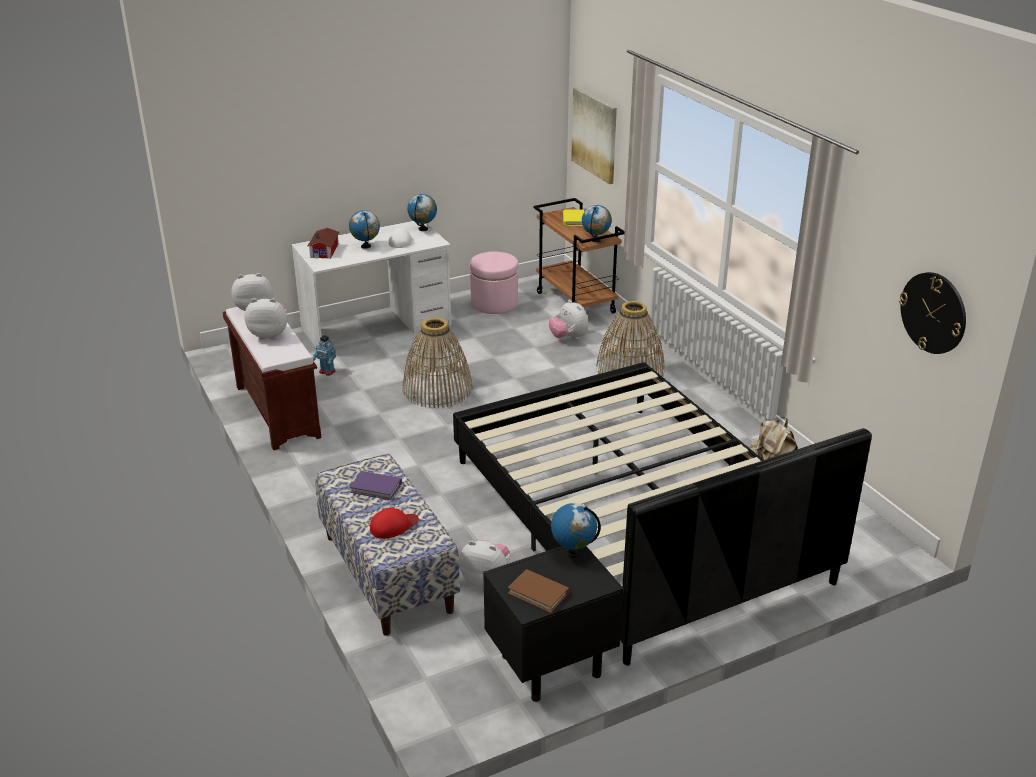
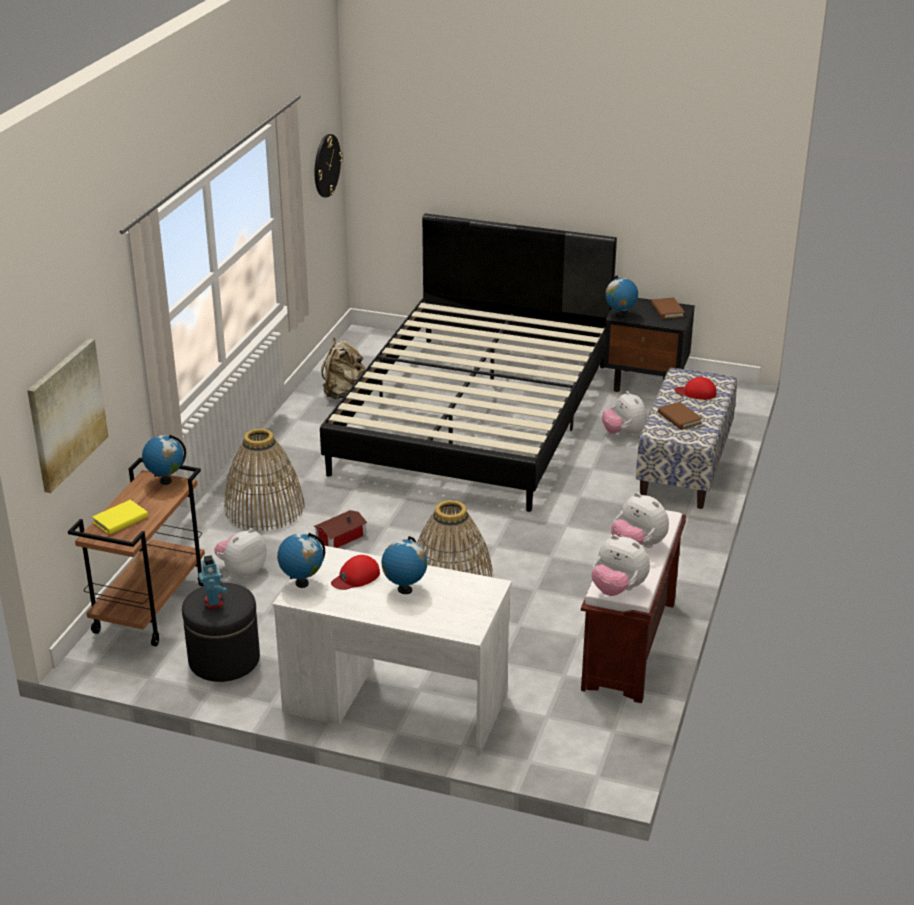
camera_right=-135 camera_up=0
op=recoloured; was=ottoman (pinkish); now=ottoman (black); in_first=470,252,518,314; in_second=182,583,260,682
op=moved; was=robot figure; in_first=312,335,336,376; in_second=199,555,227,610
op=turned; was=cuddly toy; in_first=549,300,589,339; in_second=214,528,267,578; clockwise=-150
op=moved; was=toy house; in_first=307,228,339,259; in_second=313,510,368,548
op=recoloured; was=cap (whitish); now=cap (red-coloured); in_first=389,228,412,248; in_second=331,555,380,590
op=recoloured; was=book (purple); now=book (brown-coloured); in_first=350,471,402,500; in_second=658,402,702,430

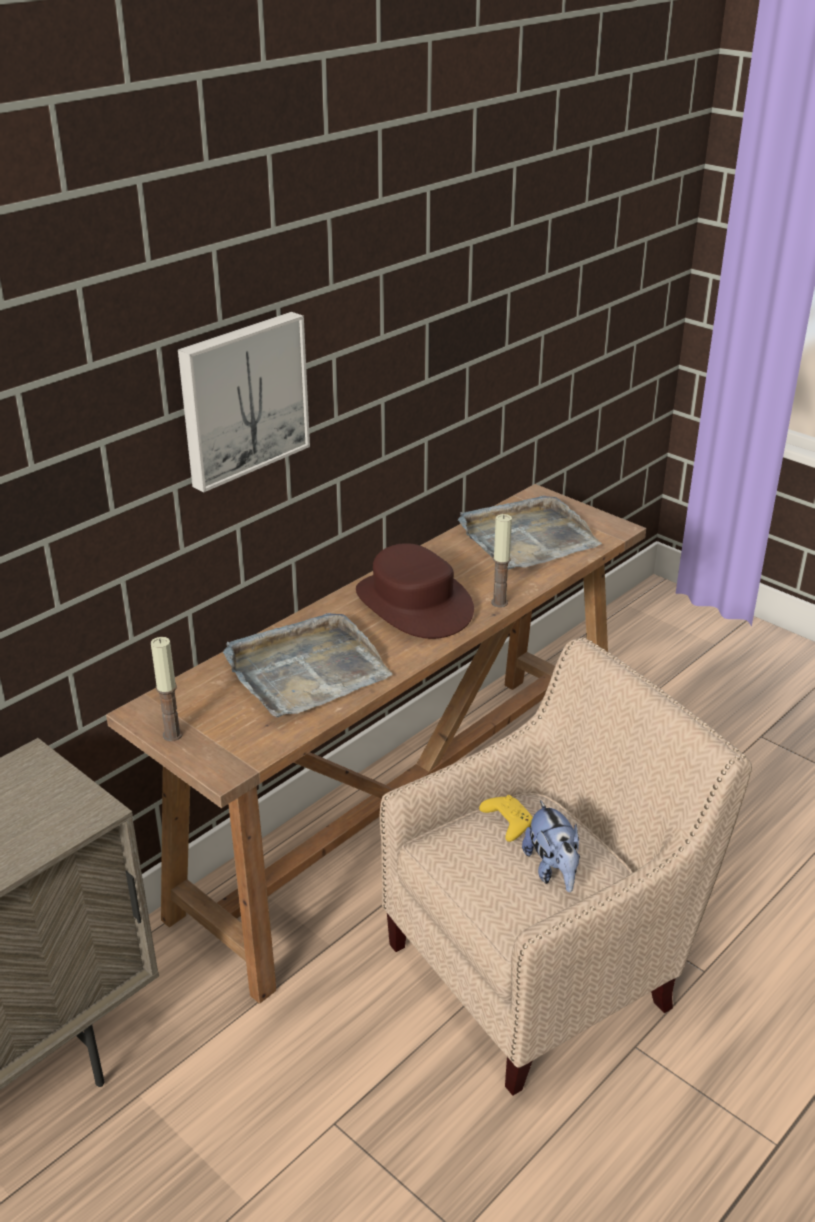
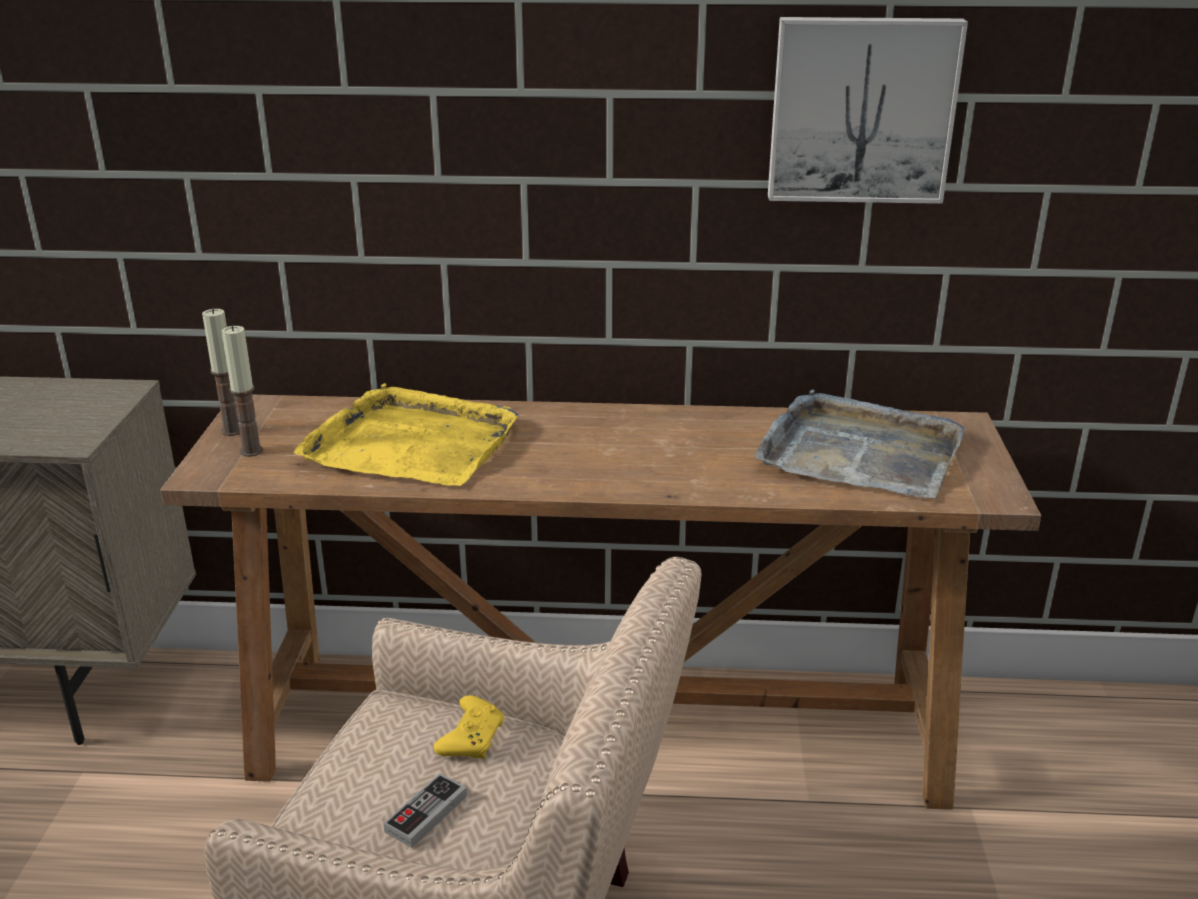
camera_right=50 camera_up=-5
op=moved; was=wax candle; in_first=491,514,512,608; in_second=221,325,263,457
op=recoloured; was=tray (greyish); now=tray (yellow-coloured); in_first=223,613,393,718; in_second=294,383,519,486
op=replaced; was=cuddly toy; now=game controller; in_first=522,800,580,892; in_second=384,773,467,848
op=moved; was=wall picture; in_first=178,312,310,492; in_second=768,17,968,204
op=removed; was=wearable hat (brown-coloured); in_first=356,543,474,639

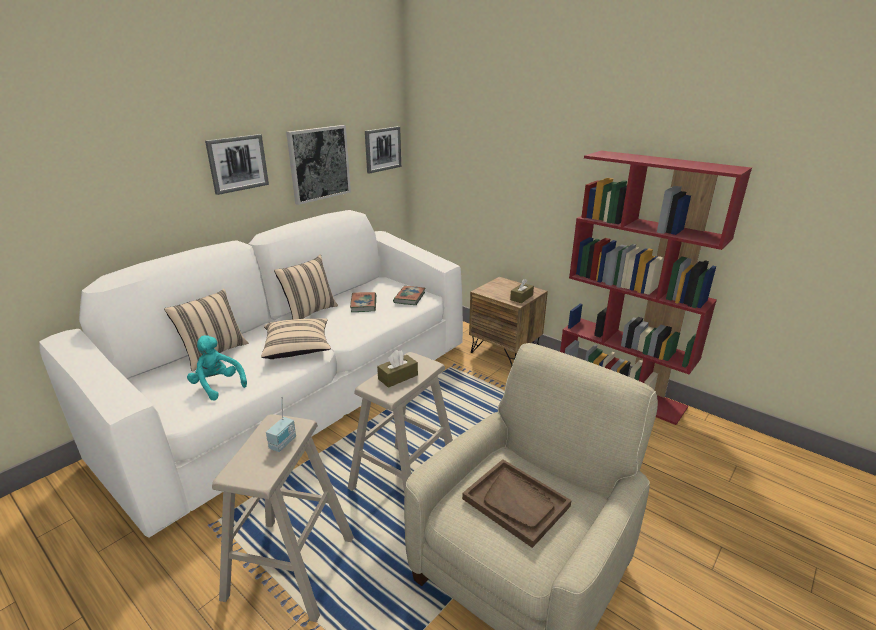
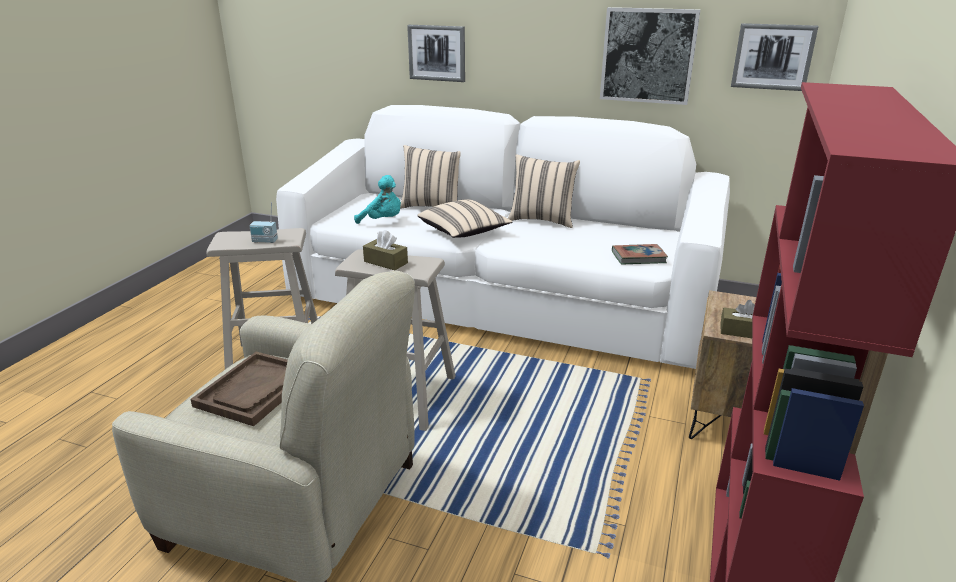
camera_right=70 camera_up=0
op=turned; was=cuddly toy (turquoise); in_first=187,335,247,401; in_second=354,175,401,224; clockwise=90
op=moved; was=wall picture; in_first=205,134,269,195; in_second=407,25,465,82
op=removed; was=book; in_first=350,292,376,312

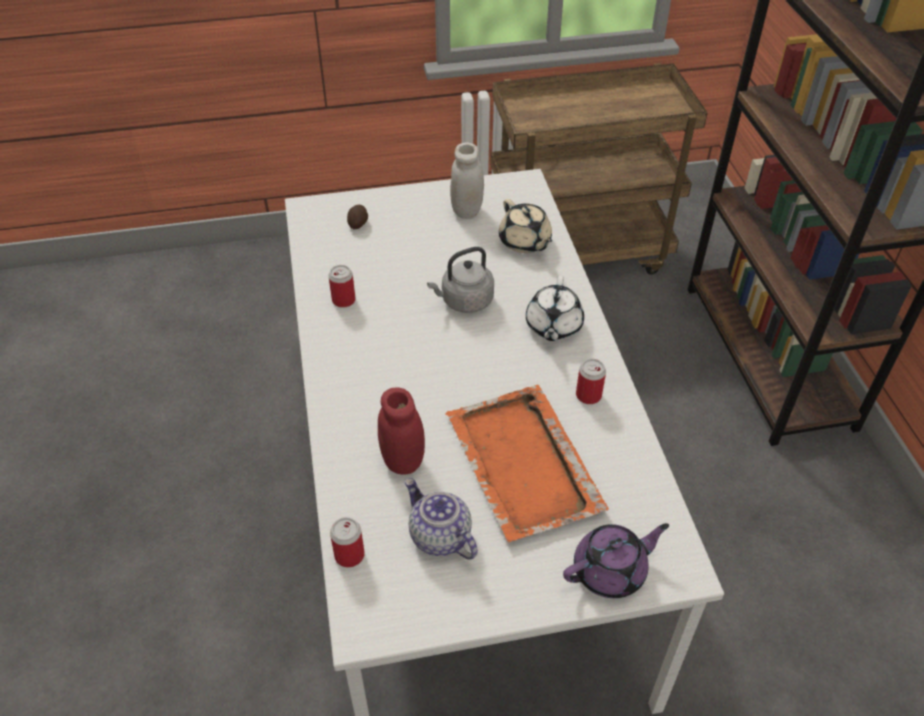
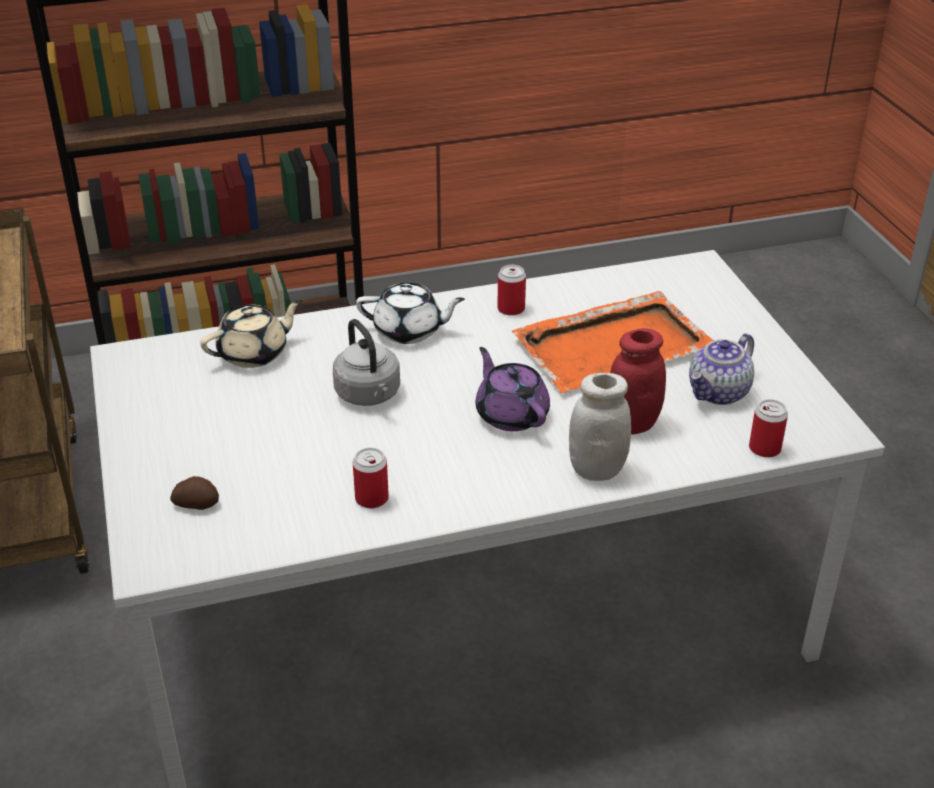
camera_right=-95 camera_up=-10
op=moved; was=teapot (purple); in_first=563,523,669,598; in_second=475,347,550,431
op=moved; was=storage jar (whitish); in_first=450,142,484,219; in_second=569,373,631,481

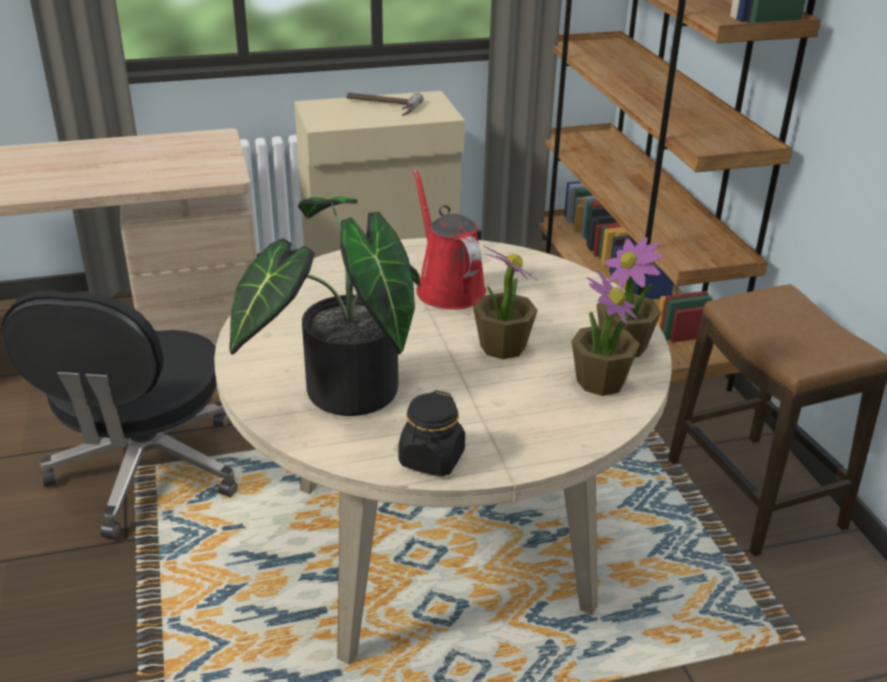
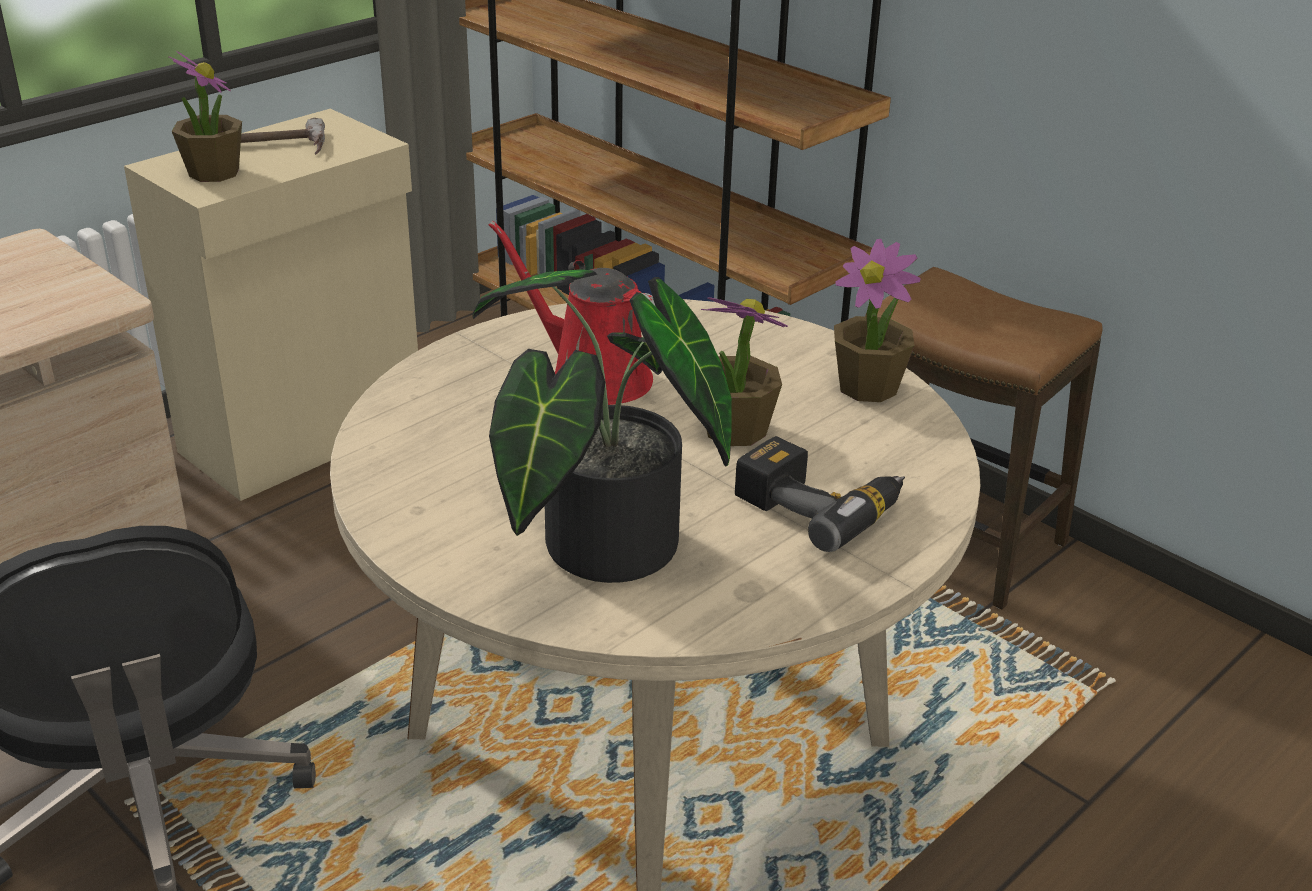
camera_right=-30 camera_up=0
op=moved; was=potted plant; in_first=572,270,640,396; in_second=168,51,242,182
op=added; now=electric drill; in_second=735,436,905,552
op=removed; was=storage jar (black); in_first=399,390,465,476

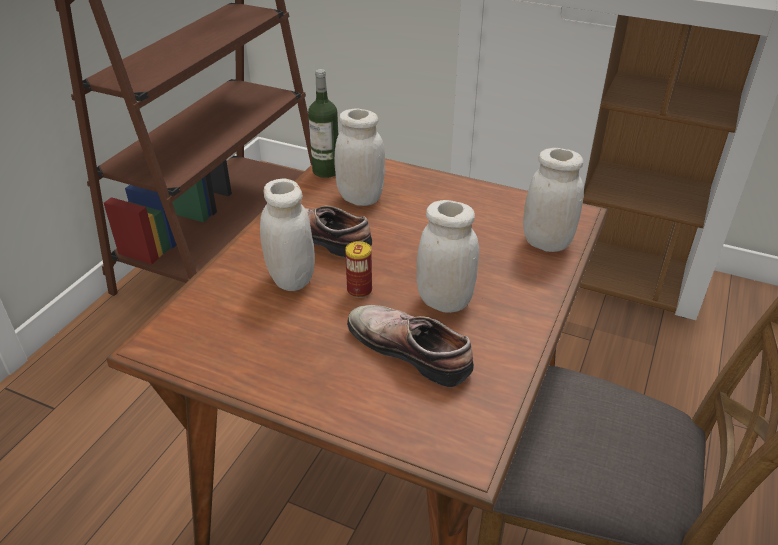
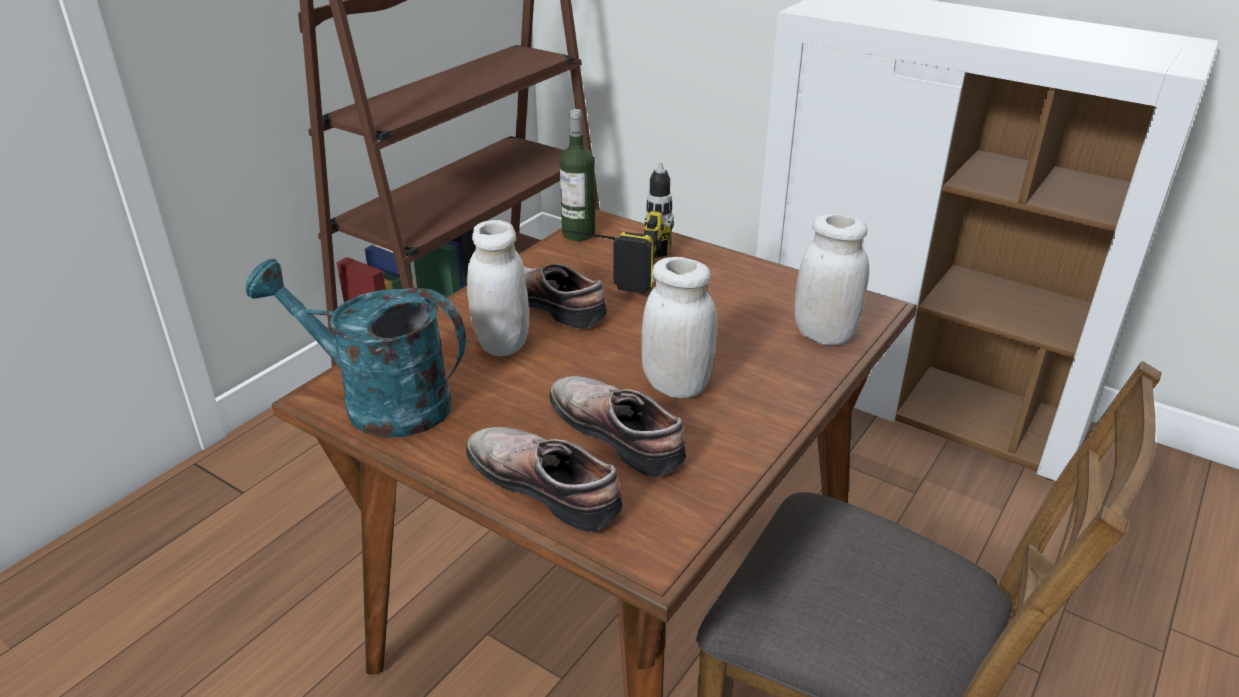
camera_right=10 camera_up=-5
op=added; now=watering pot (turquoise); in_second=246,259,466,438
op=added; now=item of footwear; in_second=466,427,623,532
op=replaced; was=storage jar (whitish); now=electric drill; in_first=335,109,385,206; in_second=557,162,674,294
op=removed; was=metal can; in_first=345,241,372,298

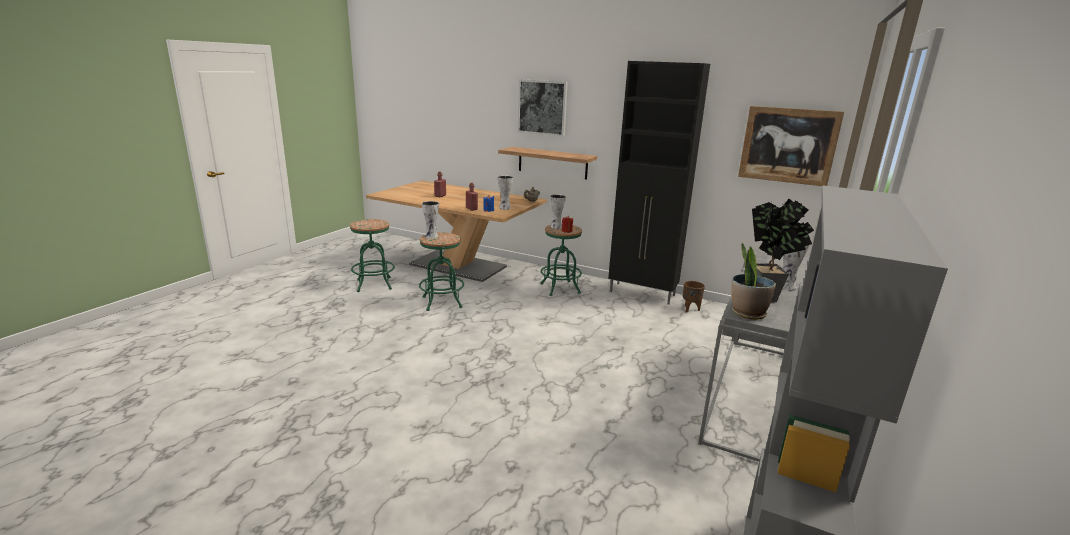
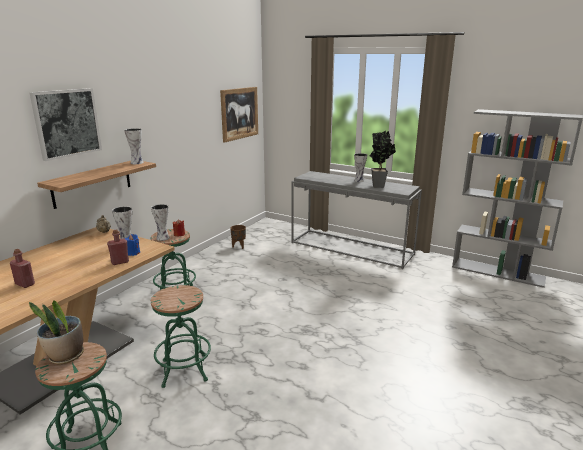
camera_right=-85 camera_up=0
op=moved; was=potted plant; in_first=731,243,776,320; in_second=29,300,84,364
op=moved; was=decorative vase; in_first=422,201,439,239; in_second=124,128,144,164
op=removed; was=cupboard (black); in_first=608,61,710,305

